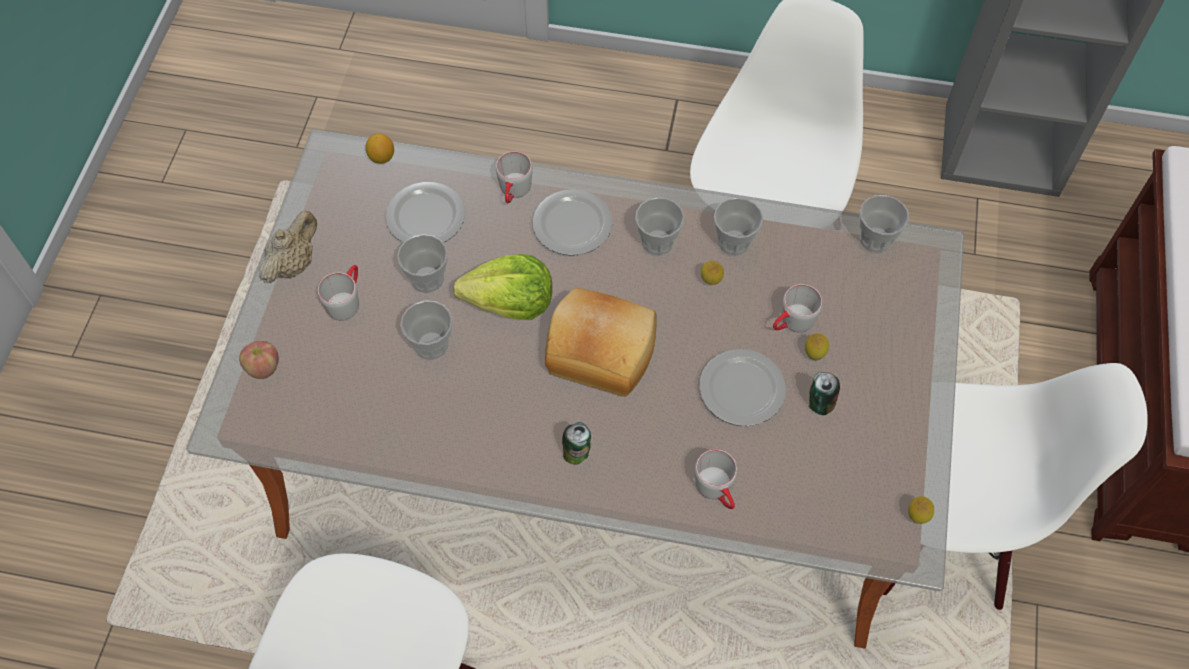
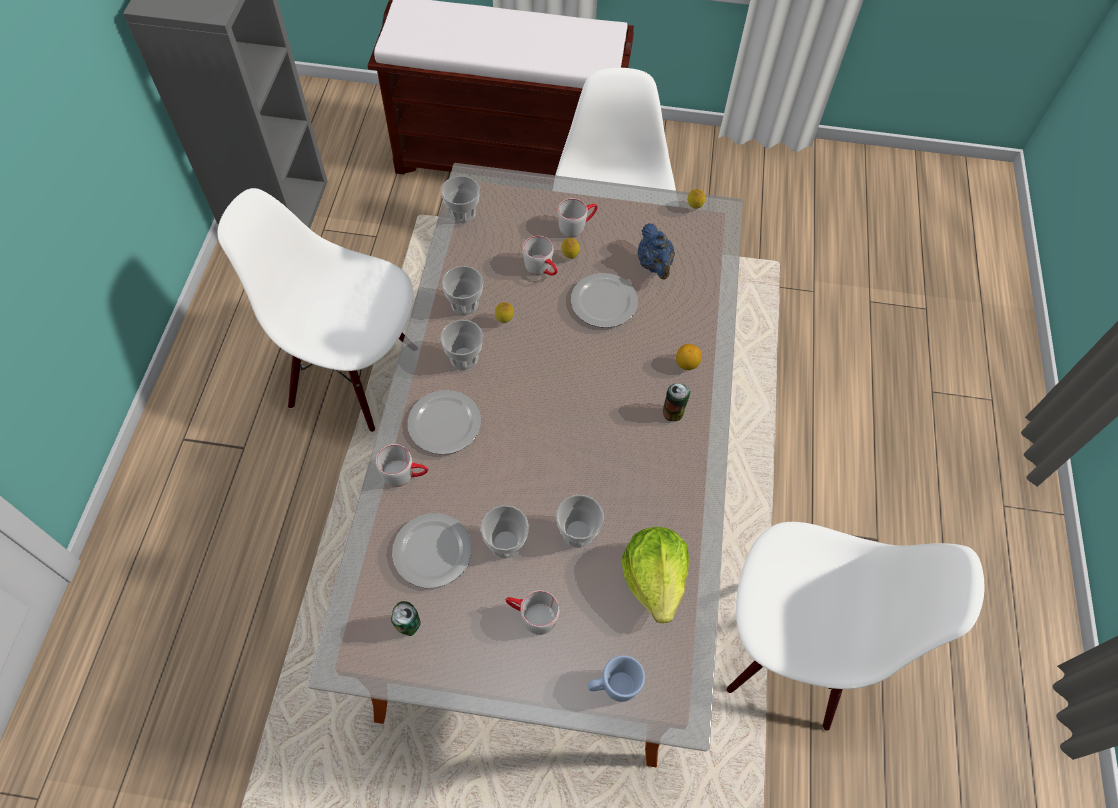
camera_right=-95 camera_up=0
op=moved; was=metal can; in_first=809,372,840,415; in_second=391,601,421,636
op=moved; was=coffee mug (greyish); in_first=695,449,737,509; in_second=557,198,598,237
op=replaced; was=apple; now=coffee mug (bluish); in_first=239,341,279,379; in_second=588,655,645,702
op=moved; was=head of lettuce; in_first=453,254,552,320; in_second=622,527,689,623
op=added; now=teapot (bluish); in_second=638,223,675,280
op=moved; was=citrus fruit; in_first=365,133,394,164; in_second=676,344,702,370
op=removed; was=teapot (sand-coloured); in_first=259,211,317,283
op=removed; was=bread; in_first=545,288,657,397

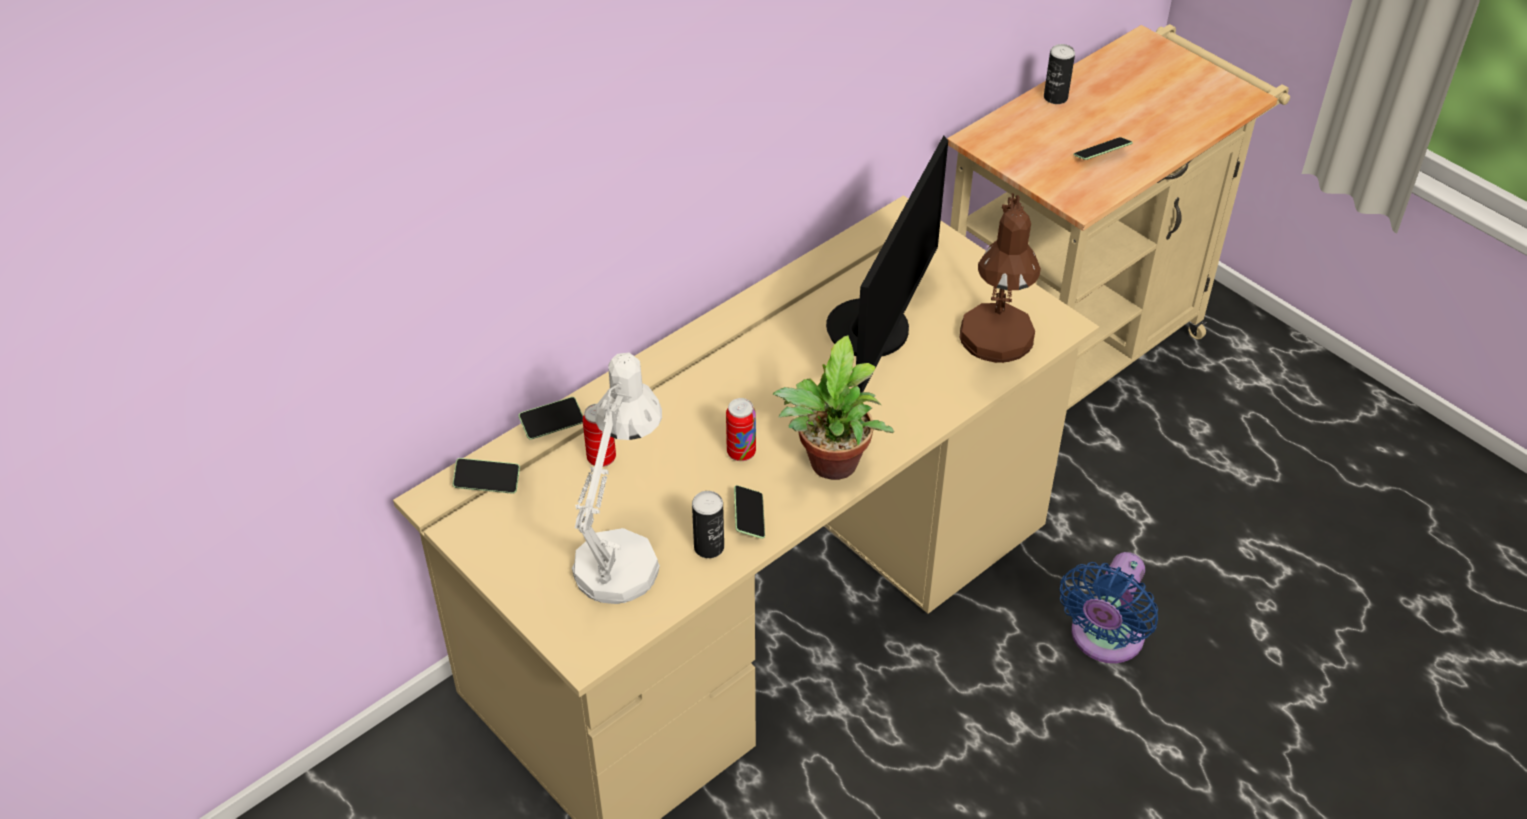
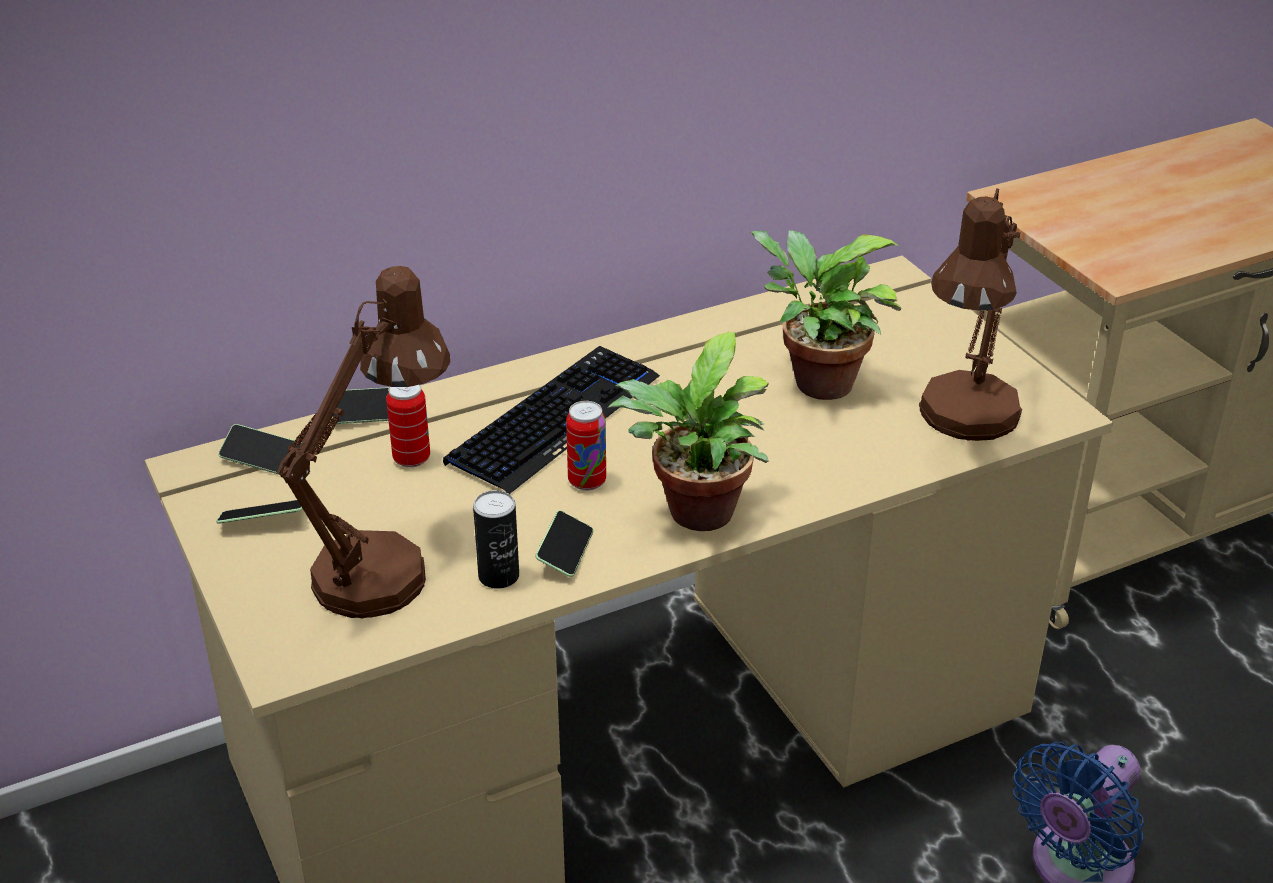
camera_right=15 camera_up=-10
op=moved; was=handset; in_first=1073,137,1133,160; in_second=216,500,303,524
op=recoloured; was=tabletop lamp (whitish); now=tabletop lamp (brown-coloured); in_first=572,353,662,604; in_second=277,266,450,619
op=added; now=PC keyboard; in_second=443,346,660,494
op=replaced; was=computer display; now=potted plant; in_first=826,136,948,392; in_second=750,230,902,400
op=removed; was=metal can; in_first=1044,44,1075,104

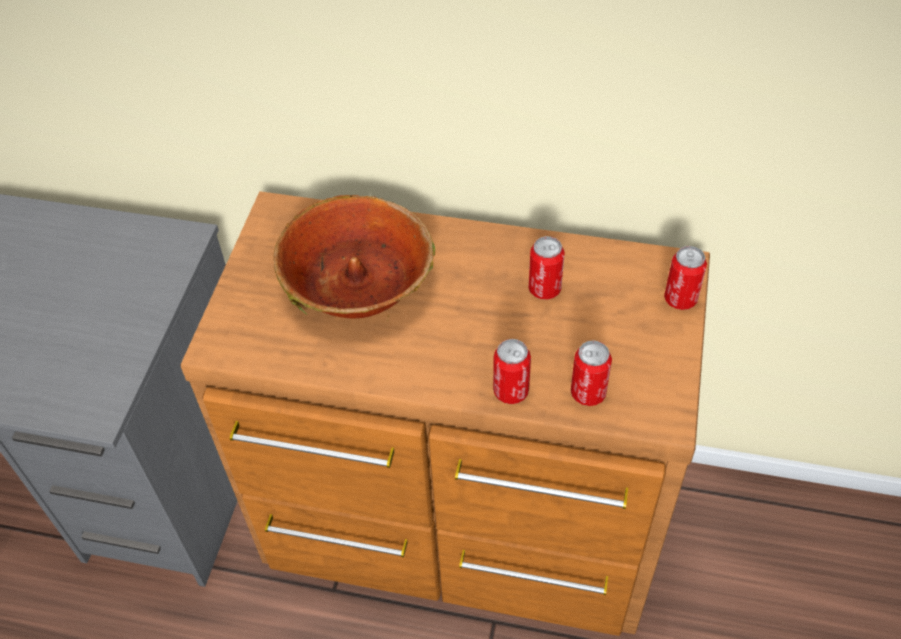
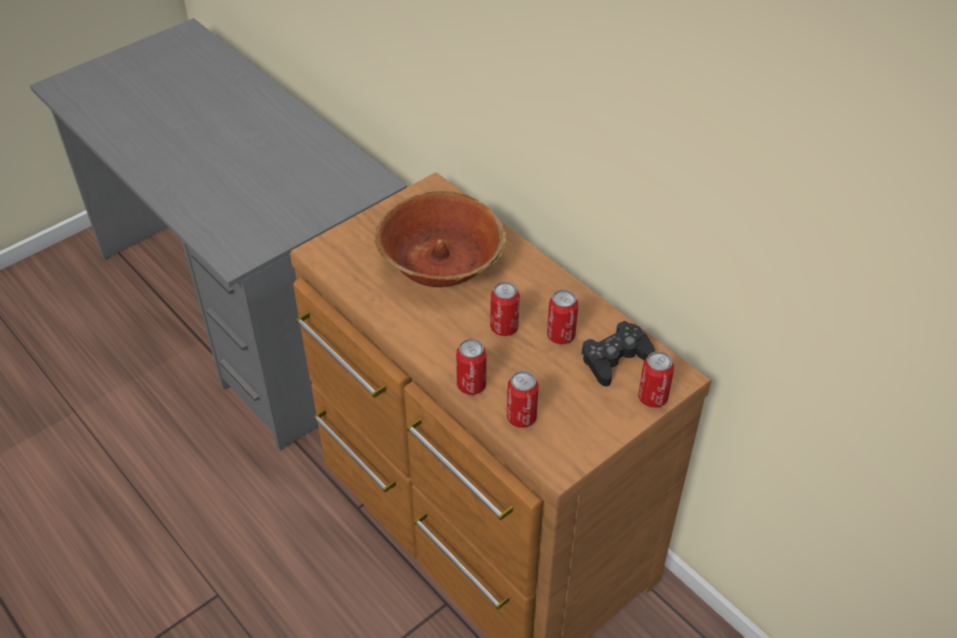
camera_right=35 camera_up=-5
op=added; now=metal can; in_second=490,282,520,336
op=added; now=game controller (black); in_second=581,321,655,387

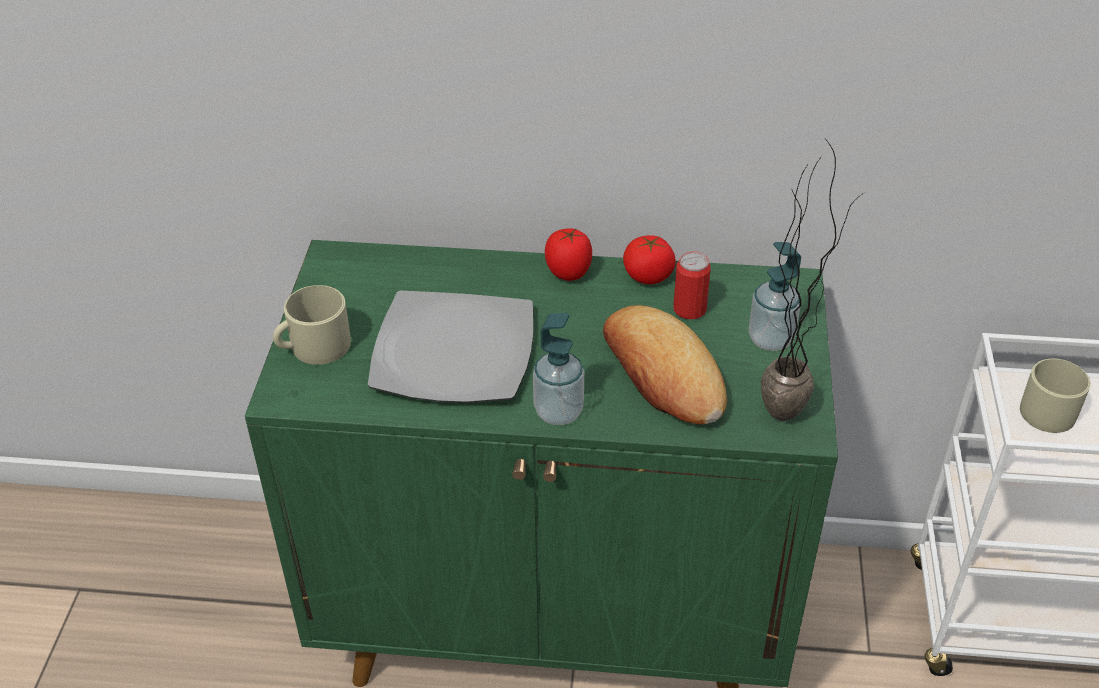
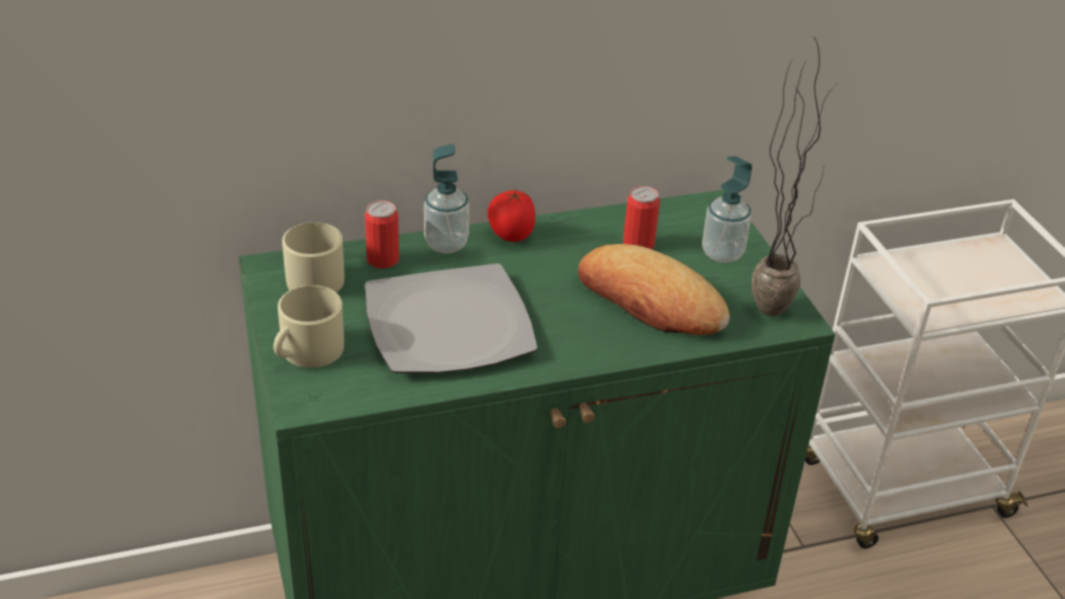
camera_right=-25 camera_up=-5
op=moved; was=coffee mug (sand-coloured); in_first=1020,358,1091,433; in_second=282,222,344,293
op=added; now=metal can; in_second=365,200,399,269
op=moved; was=liquid soap bottle; in_first=533,313,584,425; in_second=424,144,469,253
op=removed; was=fresh tomato; in_first=623,236,676,284

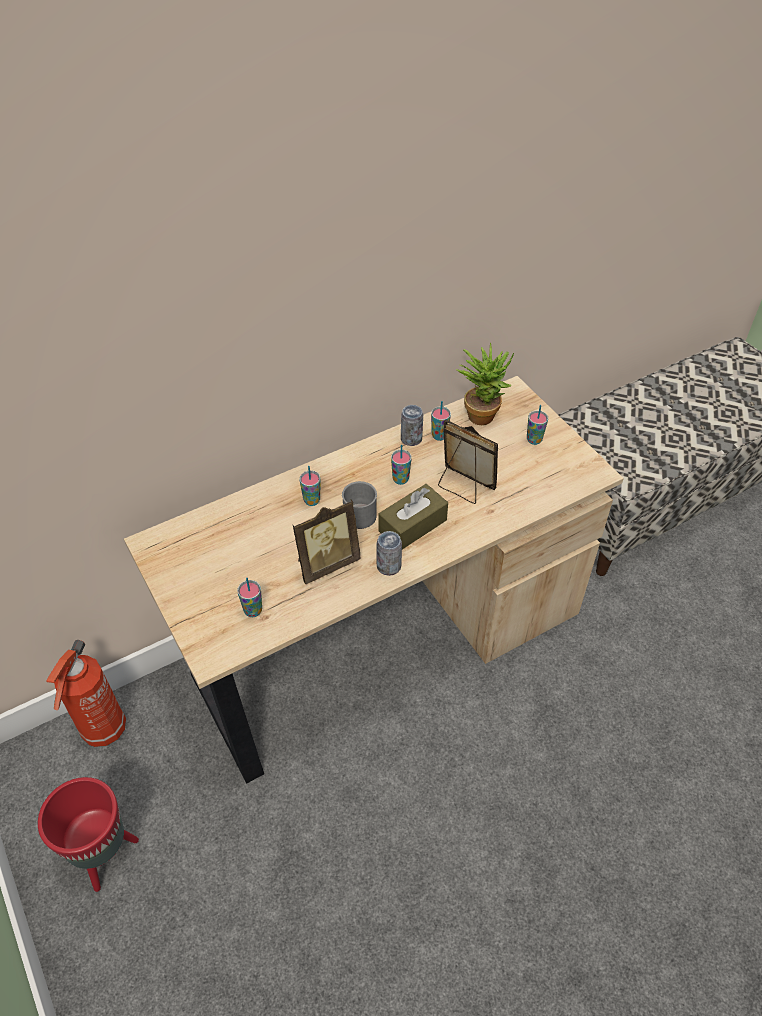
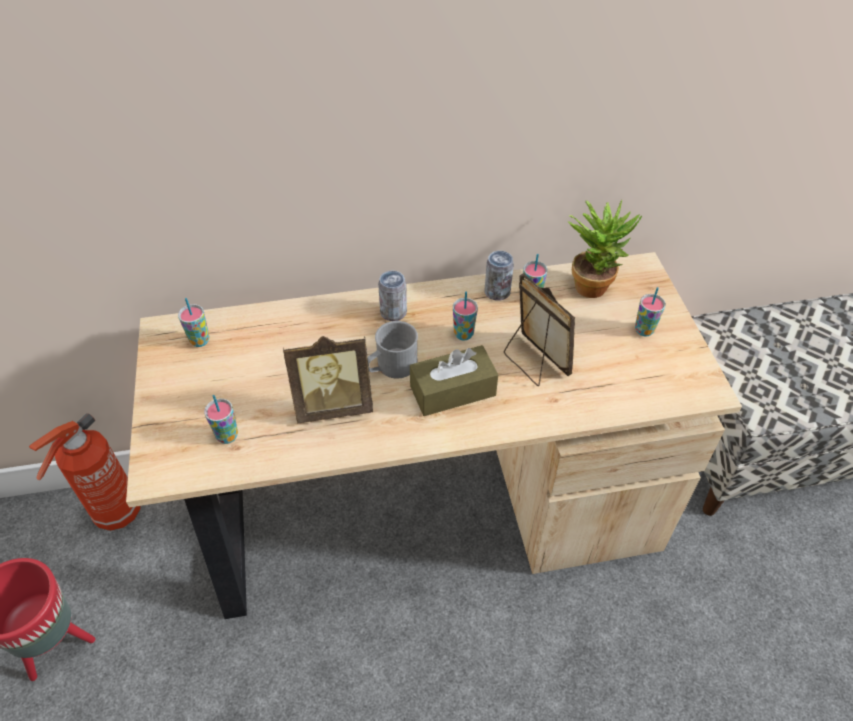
camera_right=20 camera_up=0
op=moved; was=small cup; in_first=300,466,321,506; in_second=178,298,210,347
op=moved; was=metal can; in_first=376,531,402,576; in_second=378,270,407,321

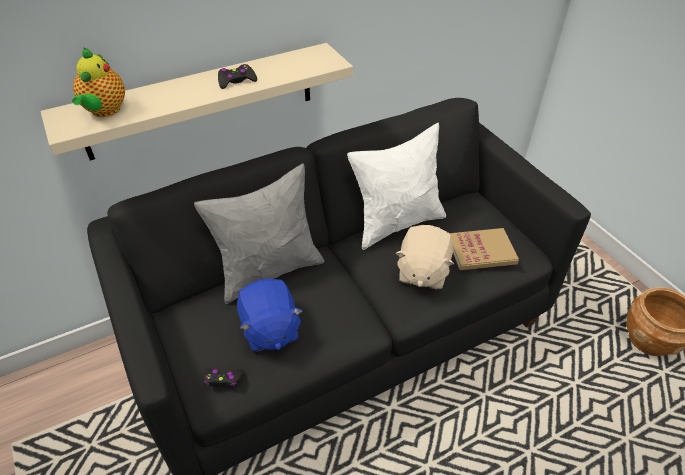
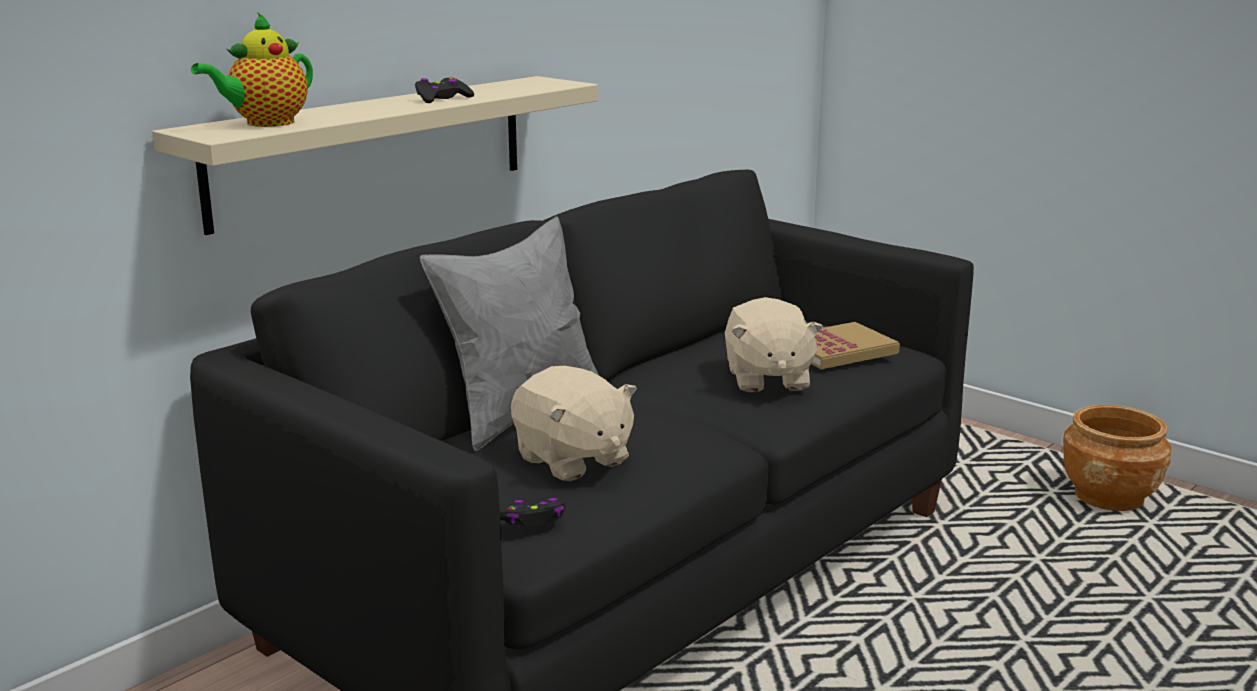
camera_right=-20 camera_up=-25
op=turned; was=teapot; in_first=72,48,125,117; in_second=191,12,313,127; clockwise=60
op=recoloured; was=cuddly toy (bluish); now=cuddly toy (sand-coloured); in_first=237,278,303,351; in_second=511,366,637,481
op=removed; was=cushion (whitish); in_first=347,123,446,250

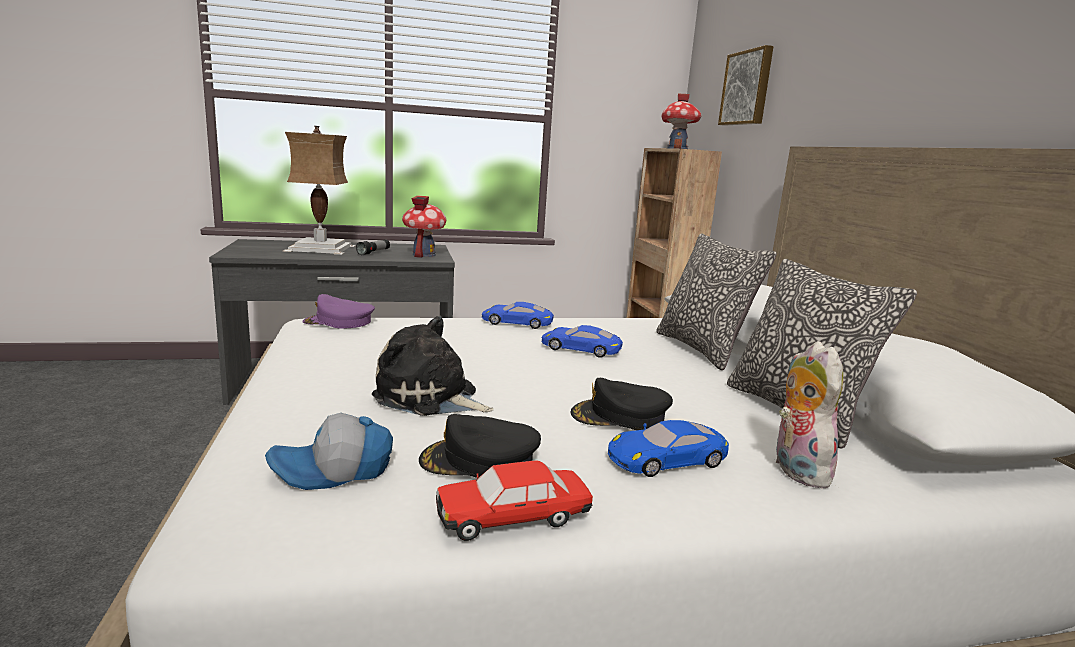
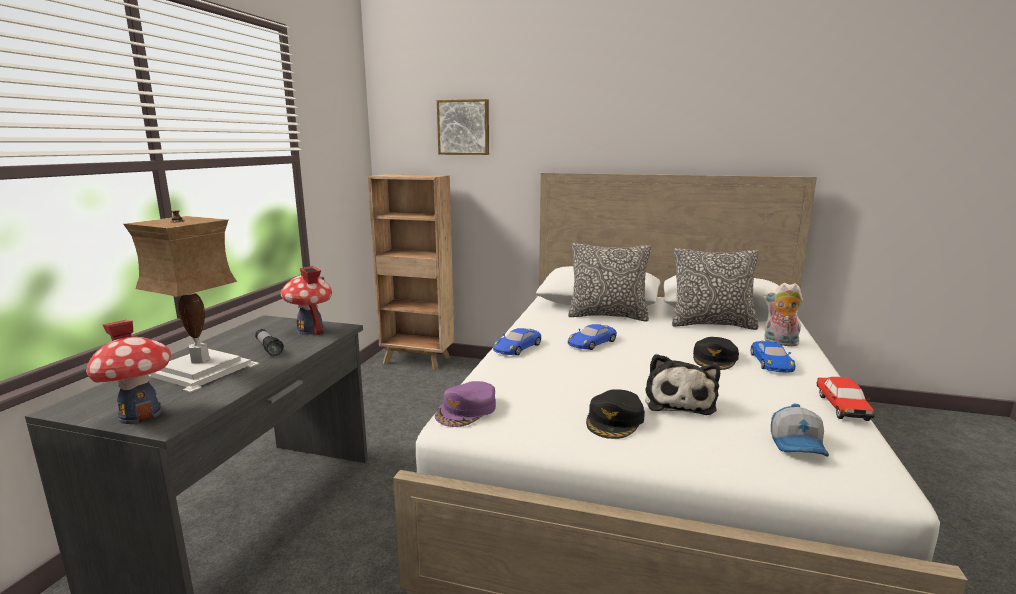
camera_right=-60 camera_up=0
op=moved; was=toy house; in_first=662,93,702,149; in_second=86,320,171,424
op=moved; was=cap (black); in_first=419,414,541,478; in_second=586,389,645,439
op=turned; was=cuddly toy; in_first=372,316,494,416; in_second=645,354,720,415; clockwise=-45

